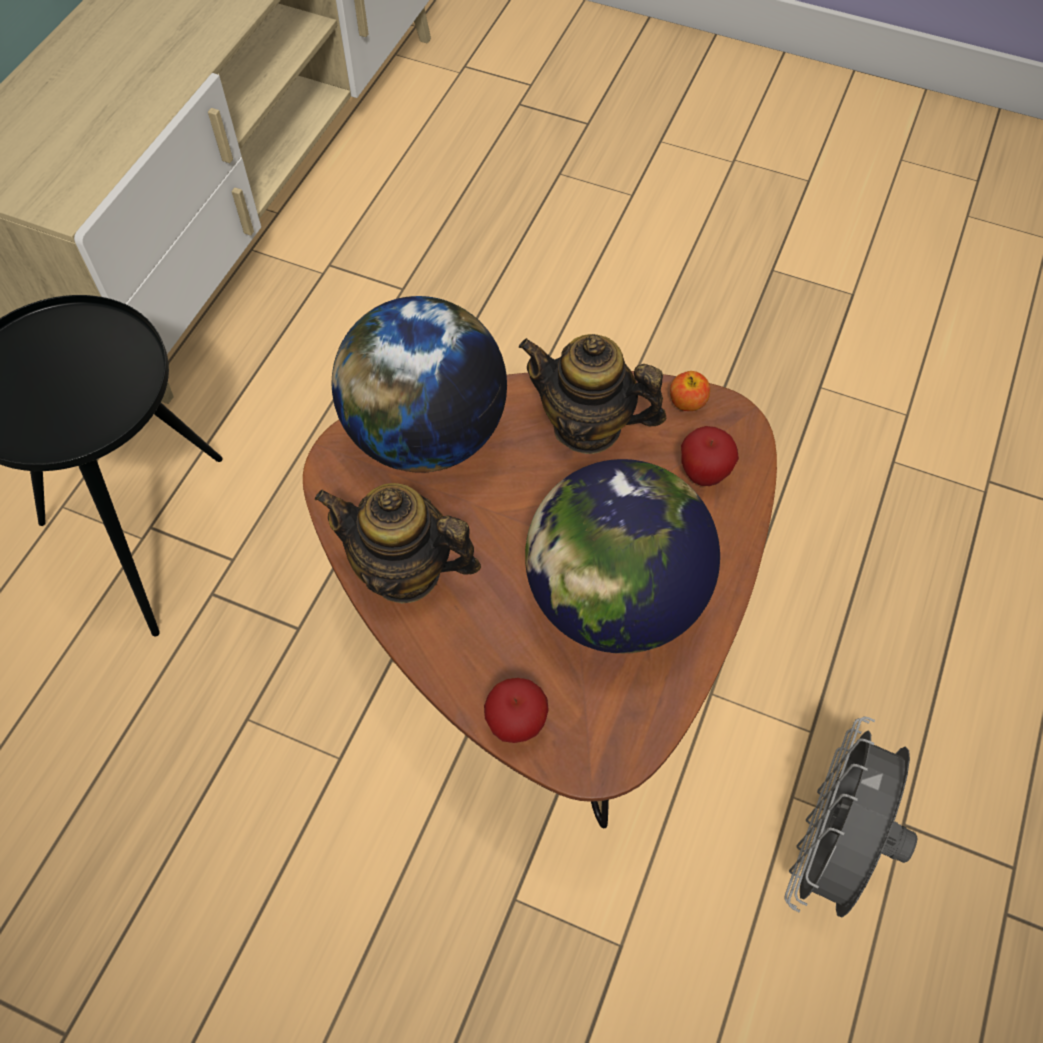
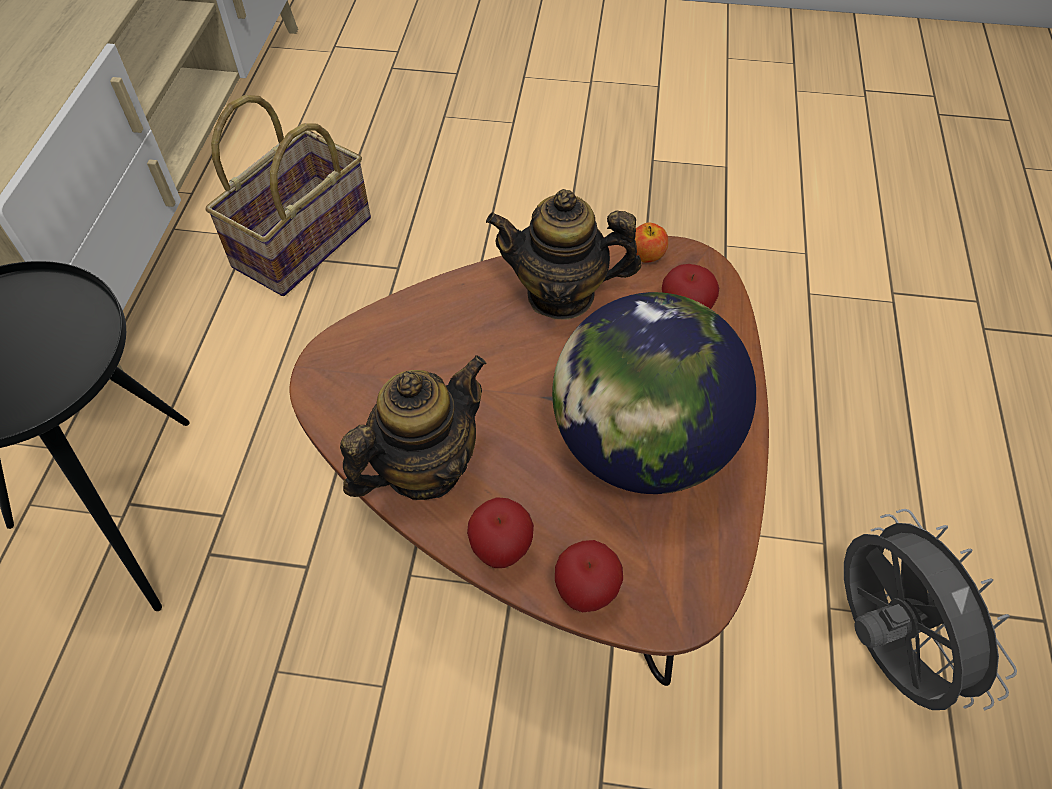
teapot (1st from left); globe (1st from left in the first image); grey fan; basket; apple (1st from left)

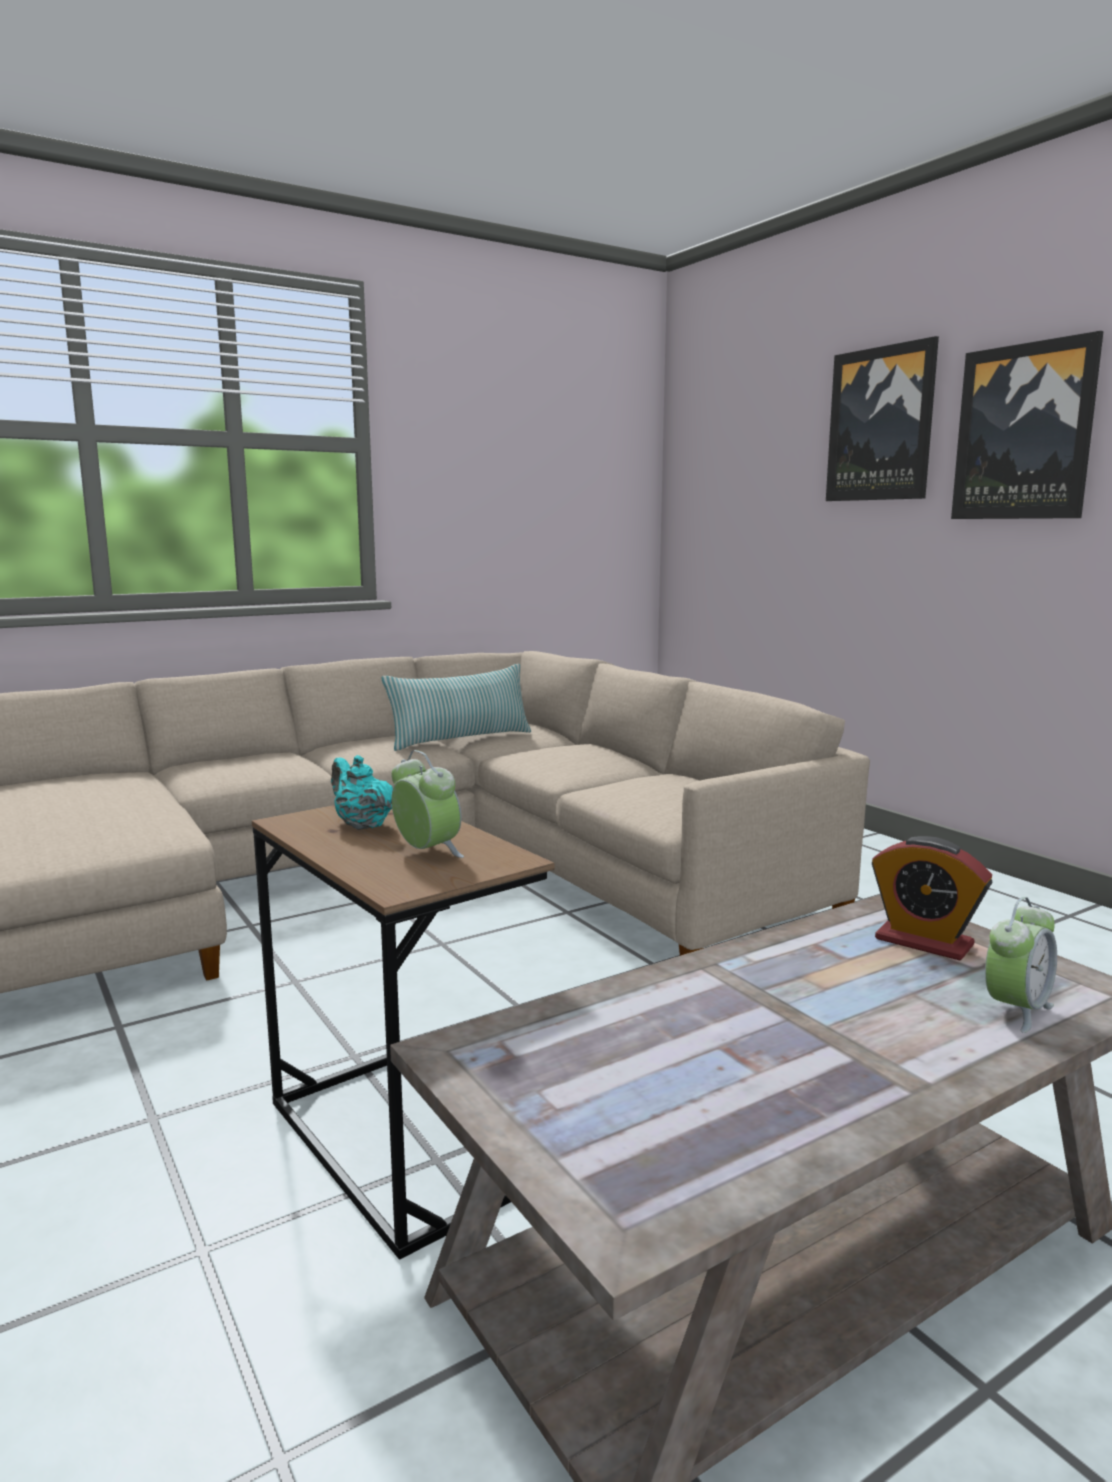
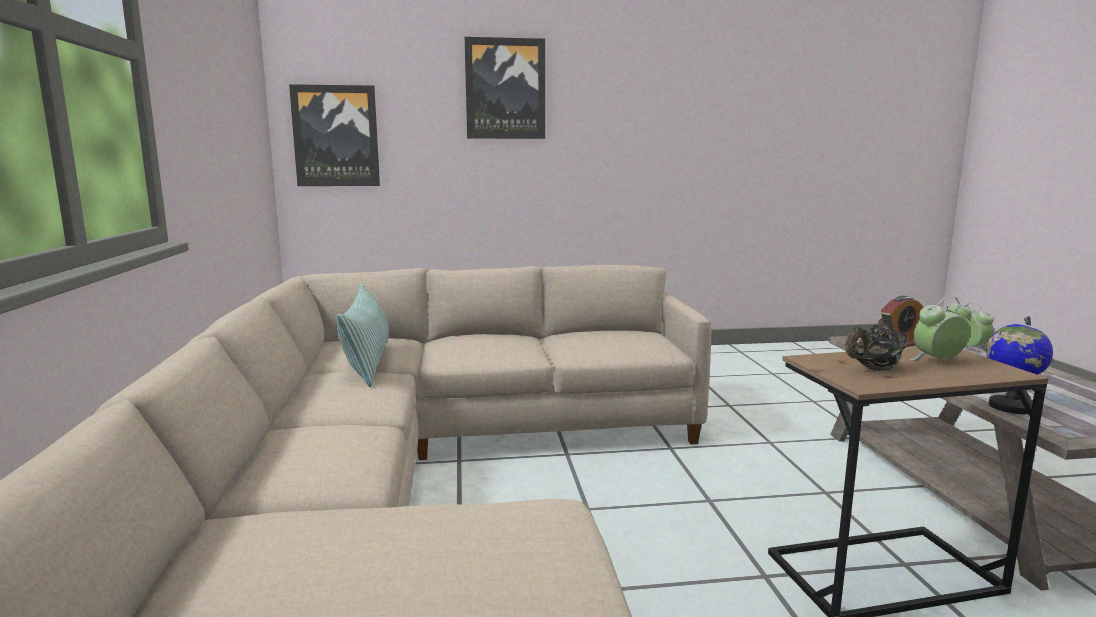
black teapot; picture (1st from left); globe

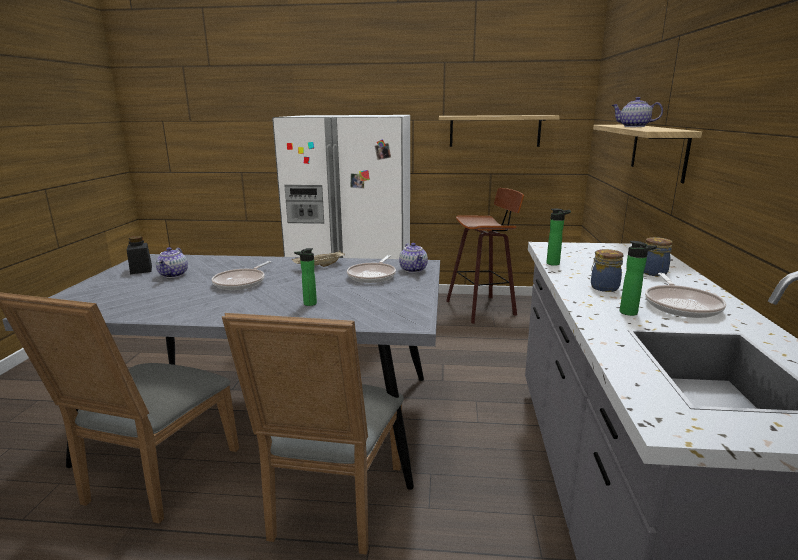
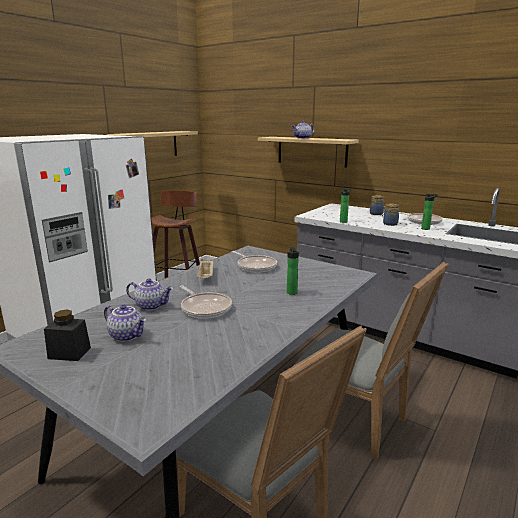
teapot (2nd from left)

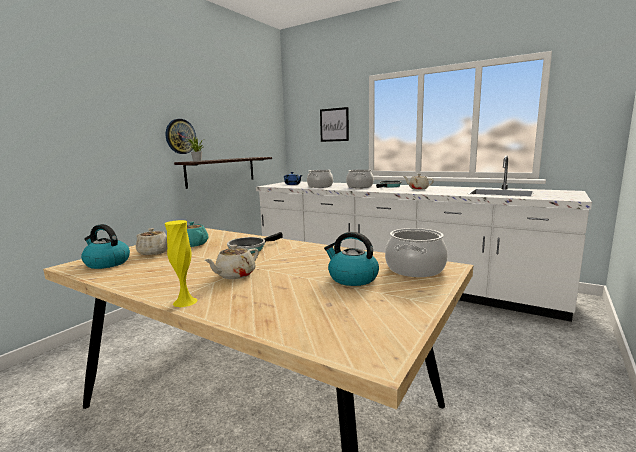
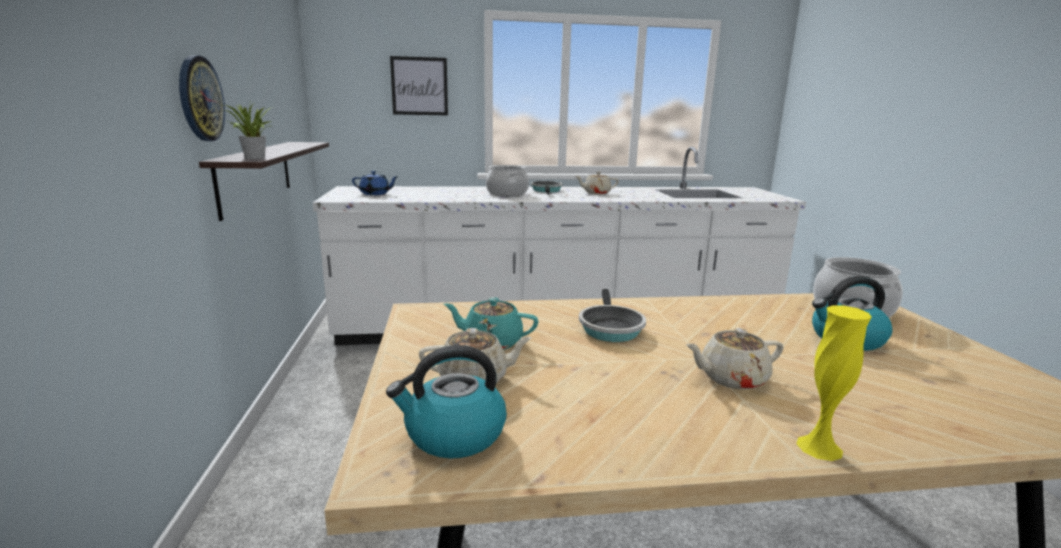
beige teapot (3rd from left); cooking pot (1st from left in the first image)

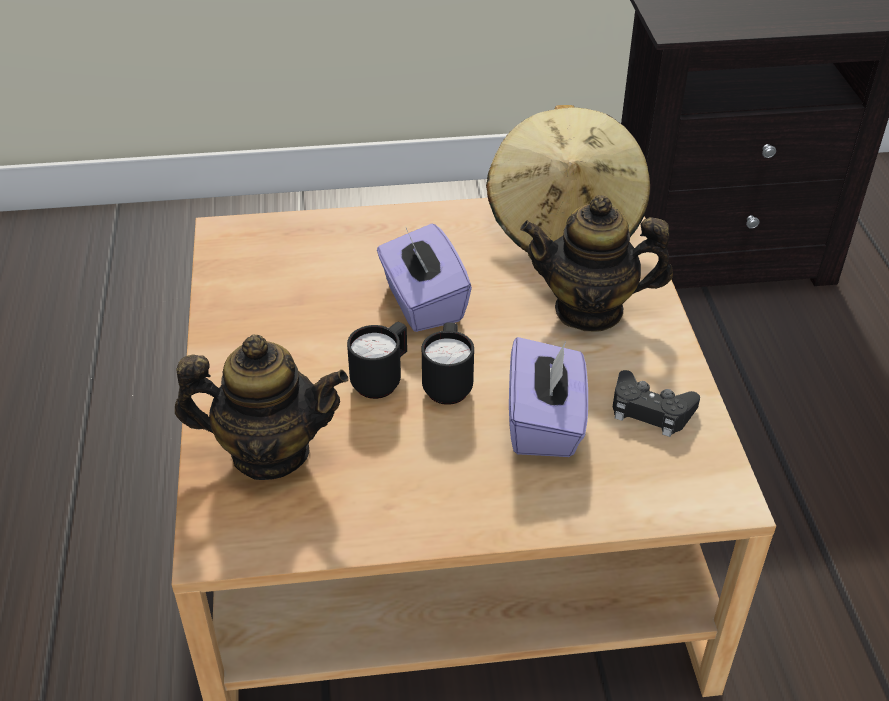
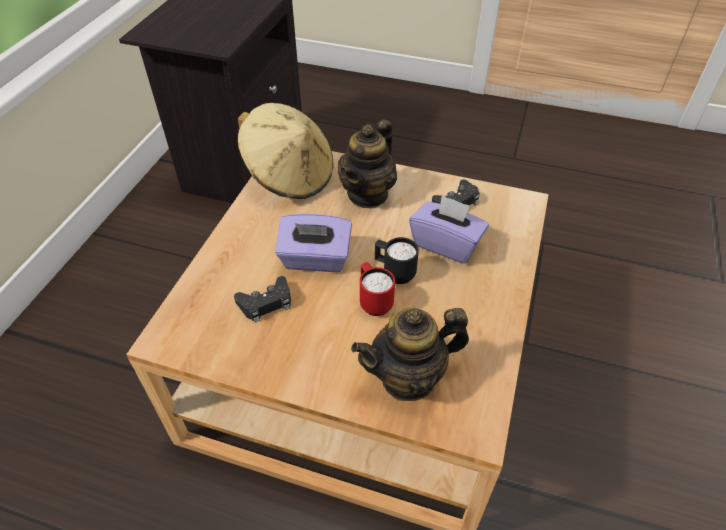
teapot (2nd from left); red mug; black game controller (1st from left)

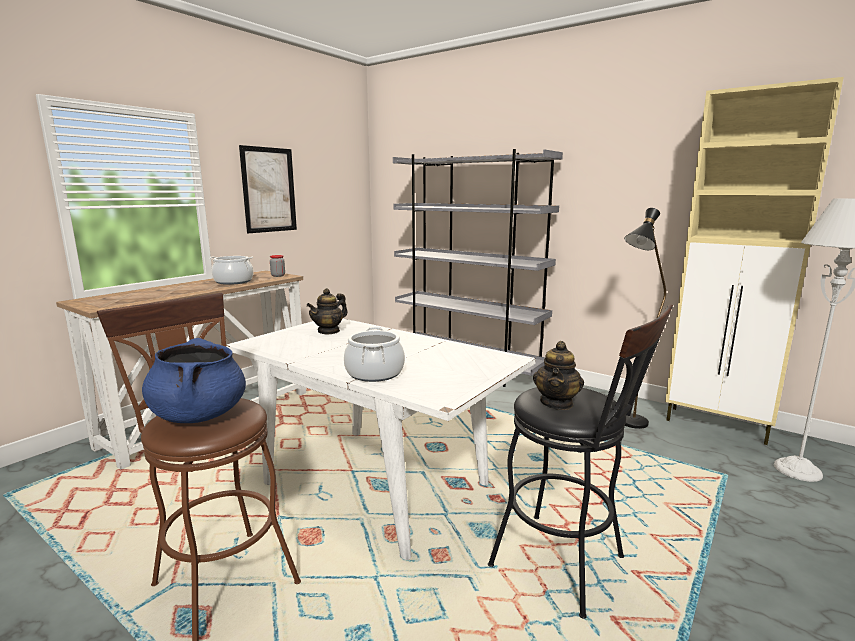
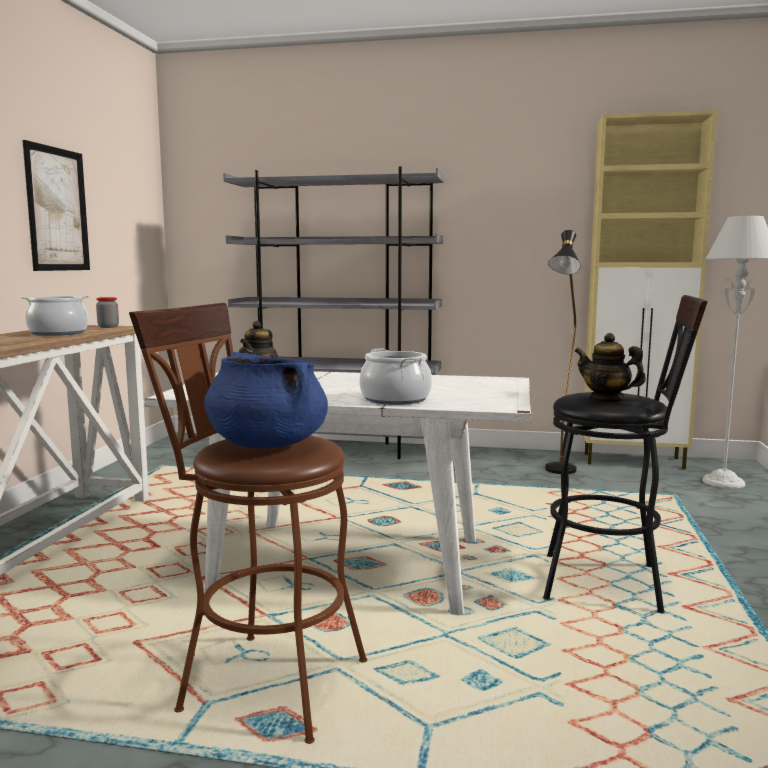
teapot (2nd from left)

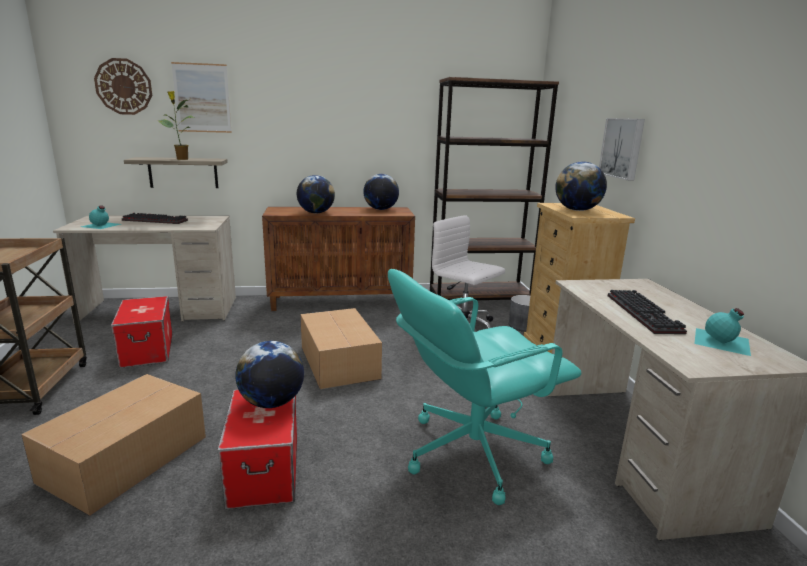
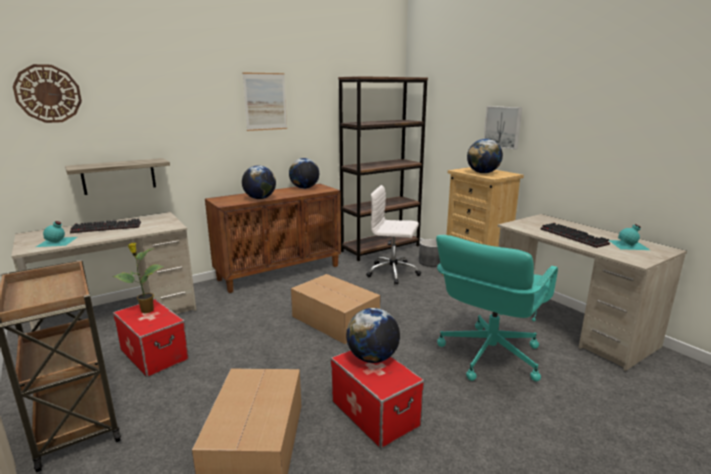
potted plant; picture (1st from left)

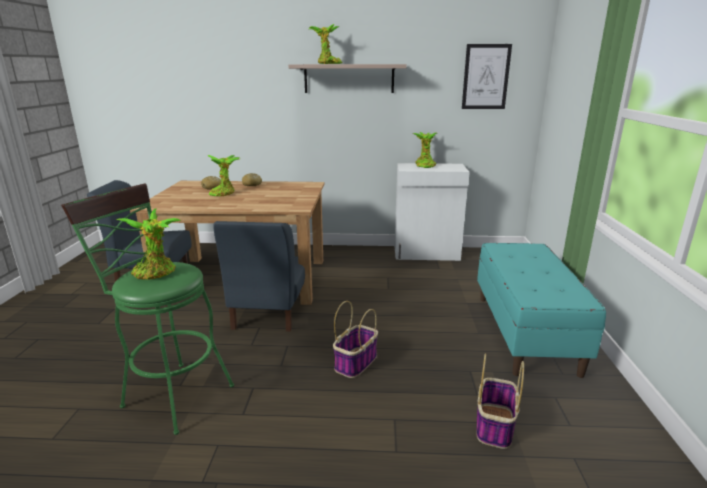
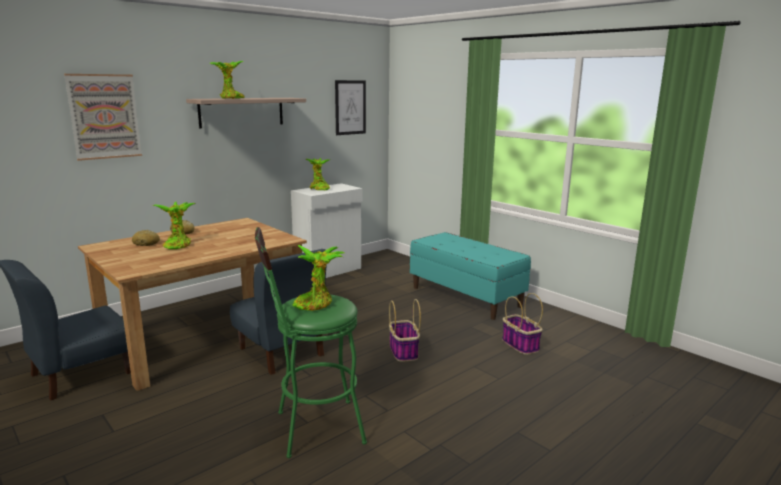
picture (1st from left)

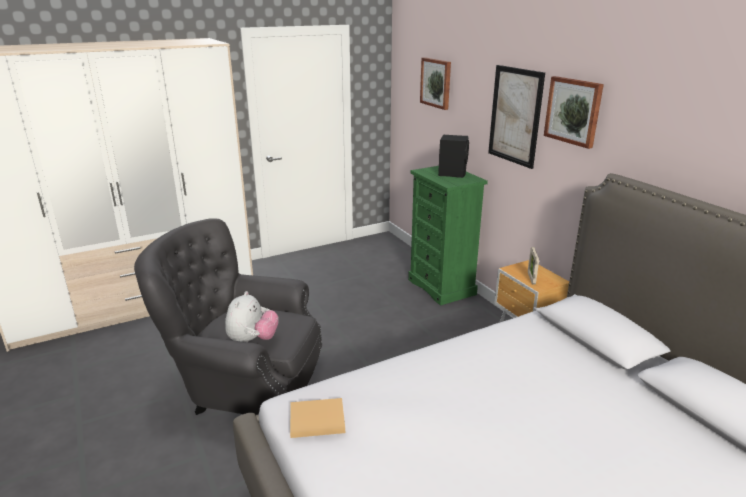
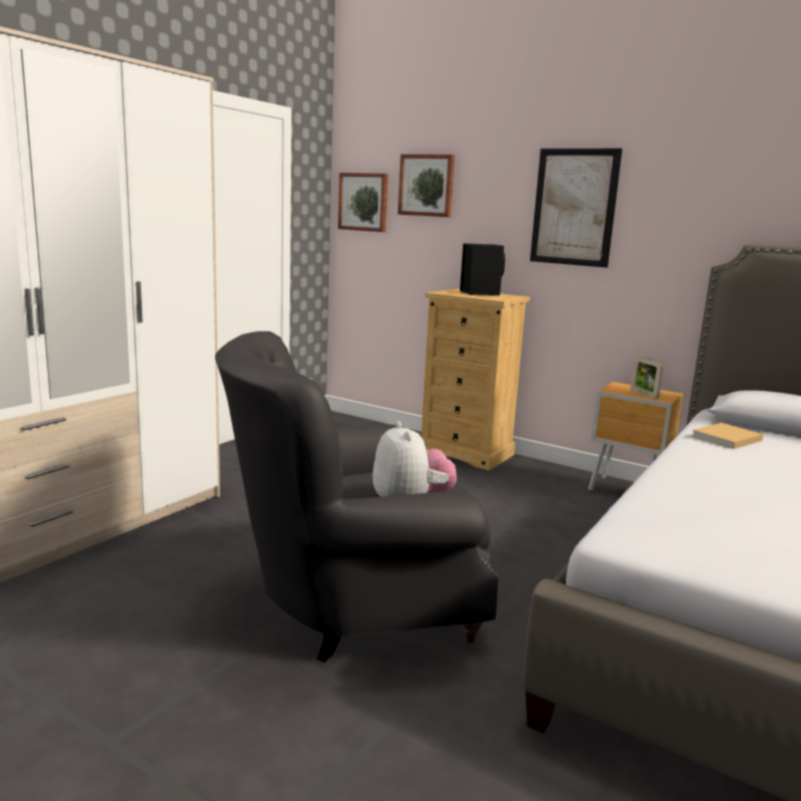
beige book; beige dresser; picture (1st from left)

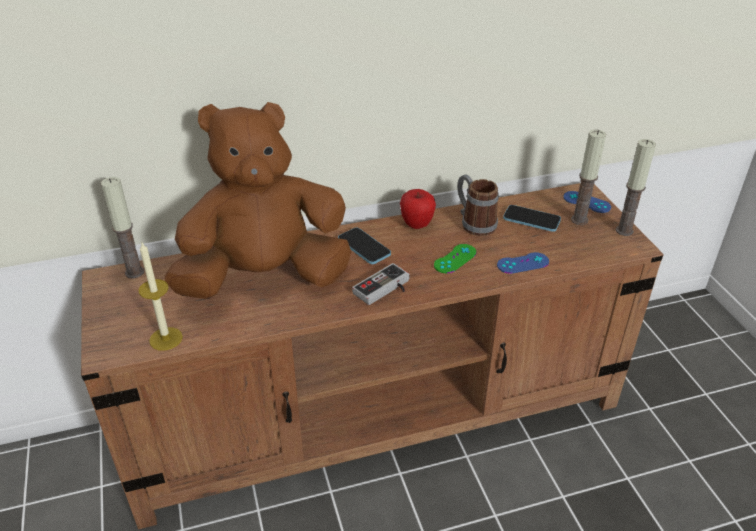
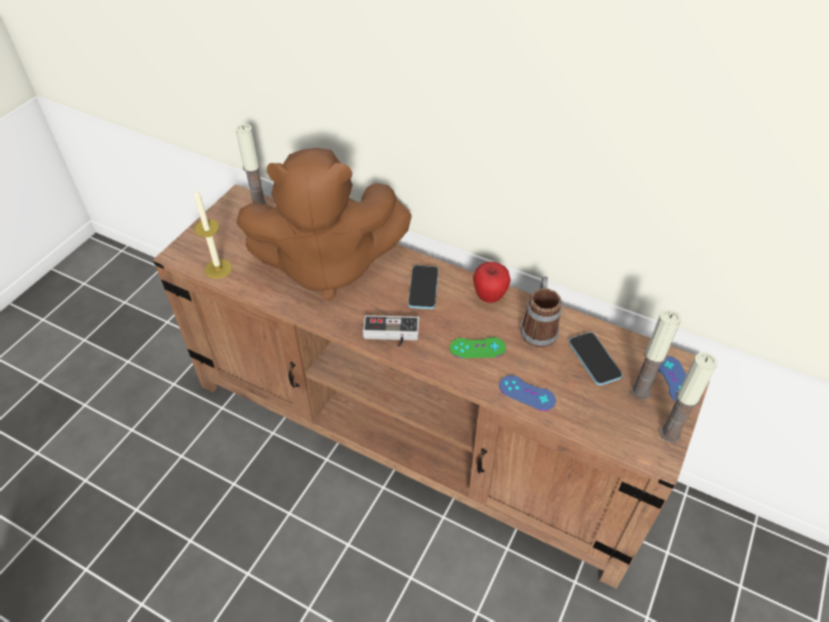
brown plush toy

